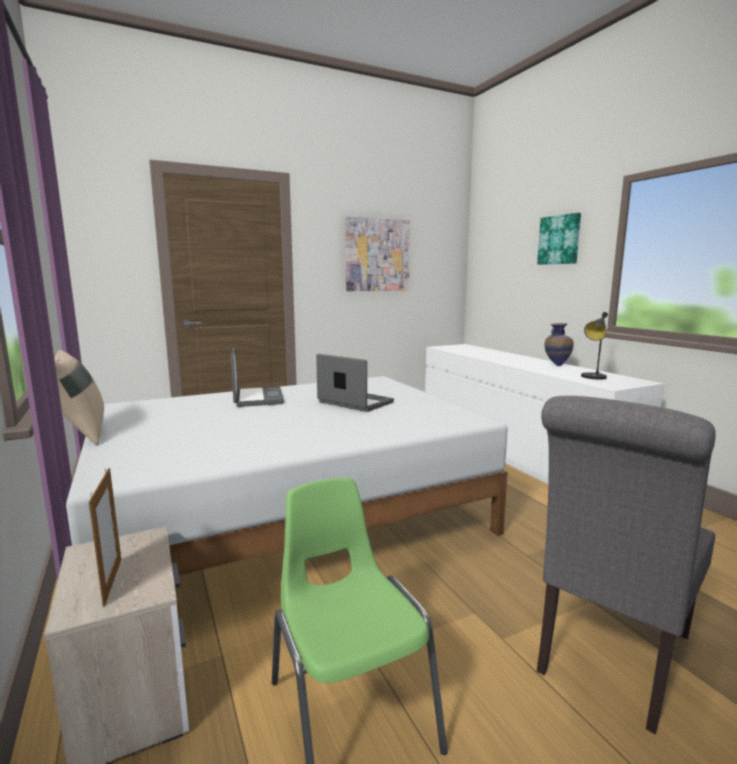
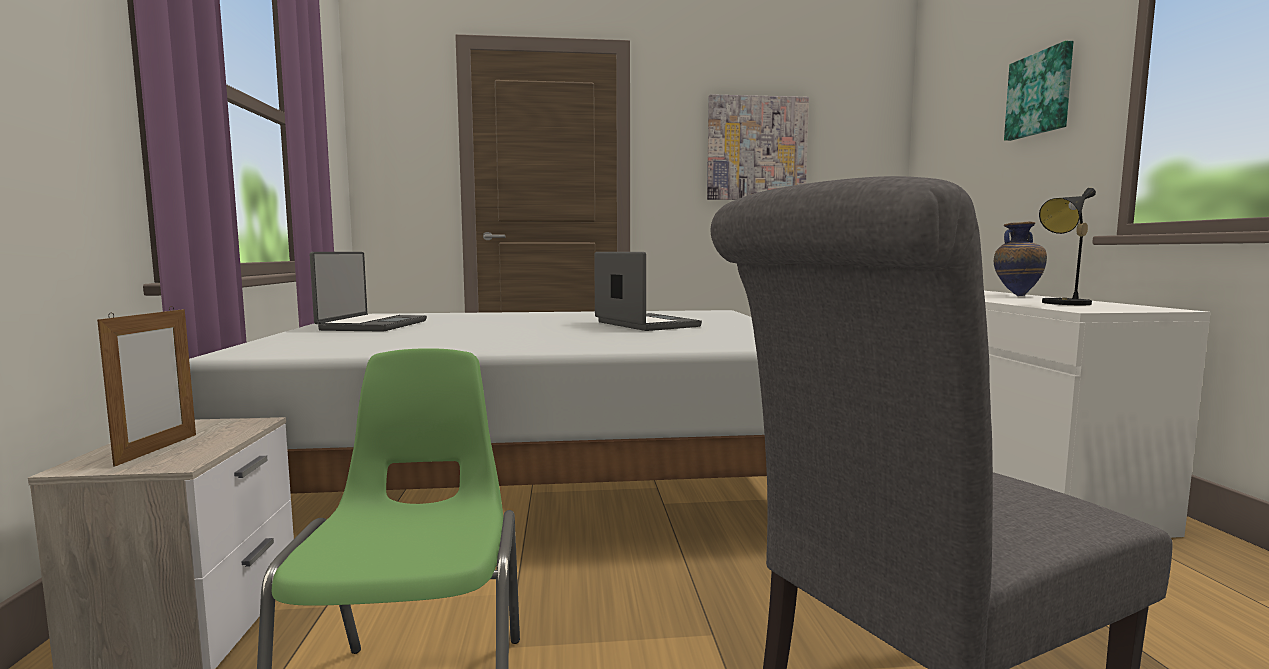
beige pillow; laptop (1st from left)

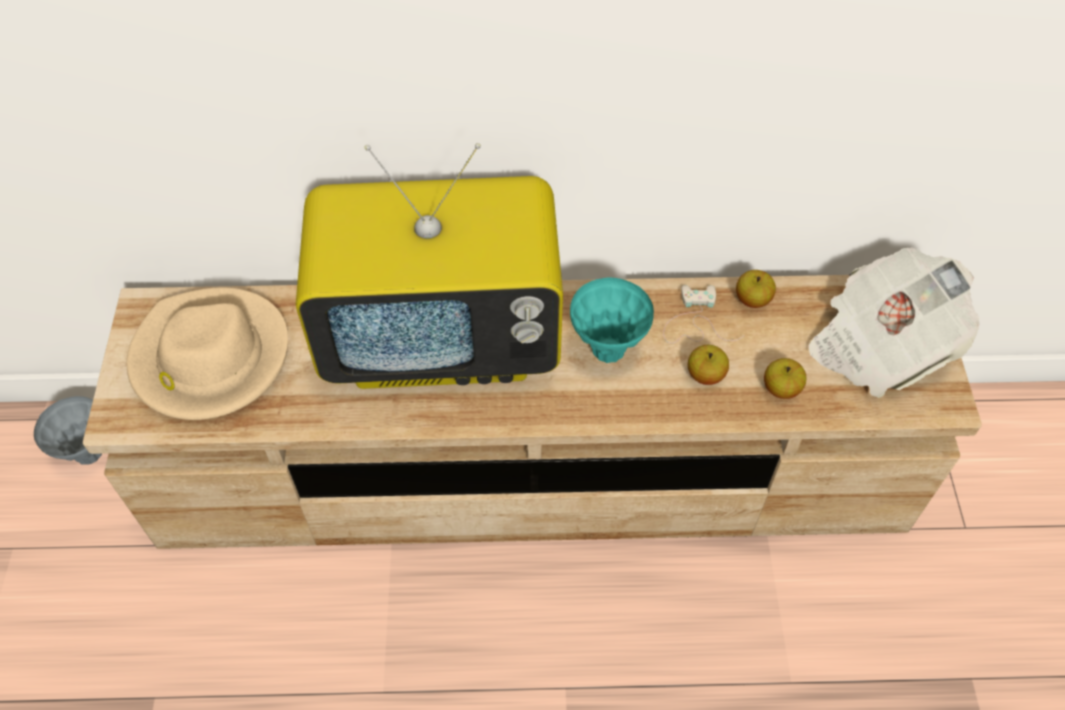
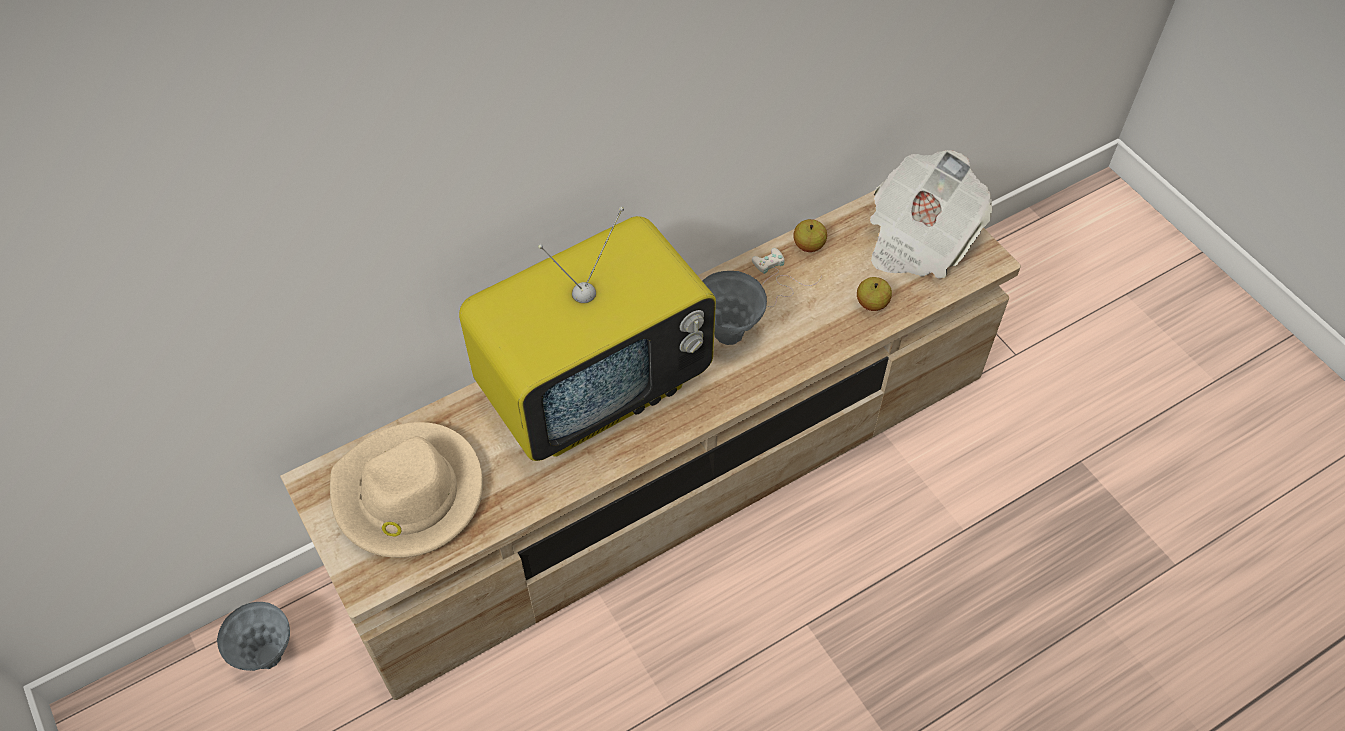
grey vase (2nd from left); apple (1st from left in the first image)

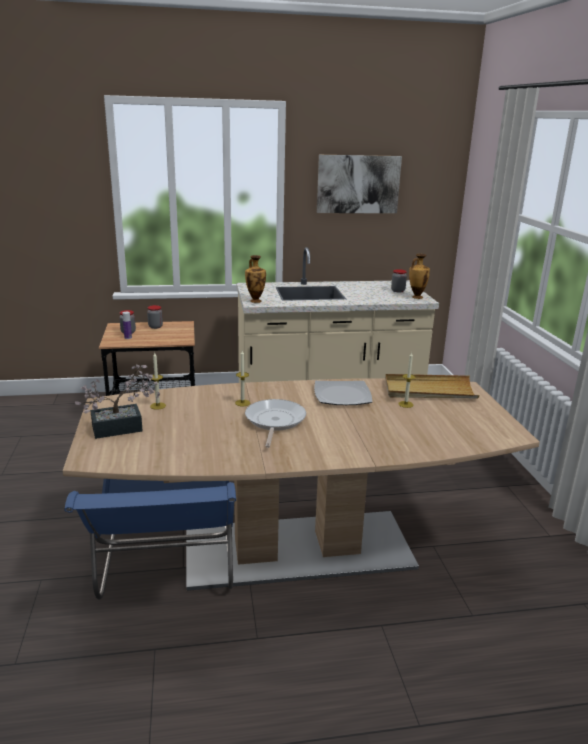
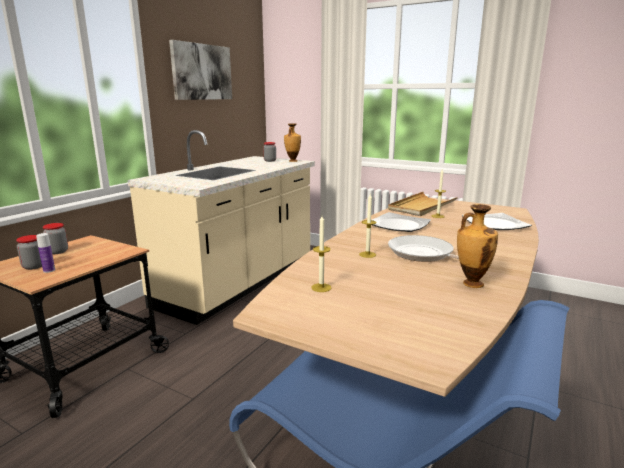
potted plant; vase (2nd from left); plate (2nd from left)

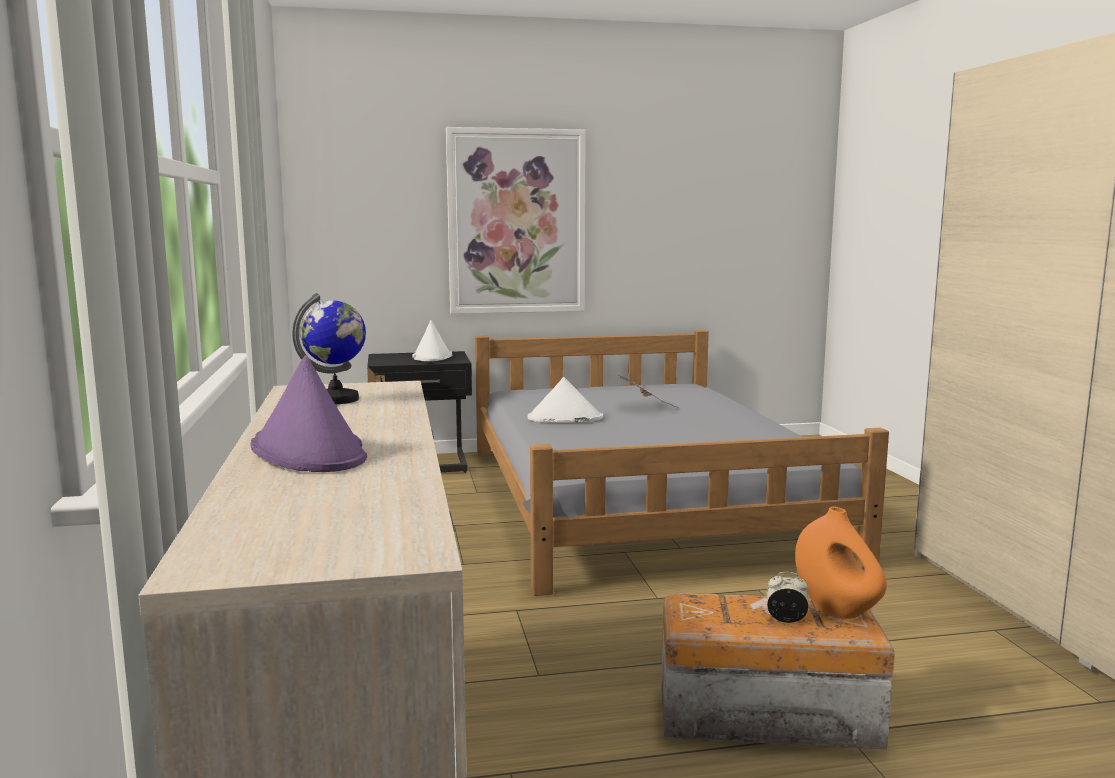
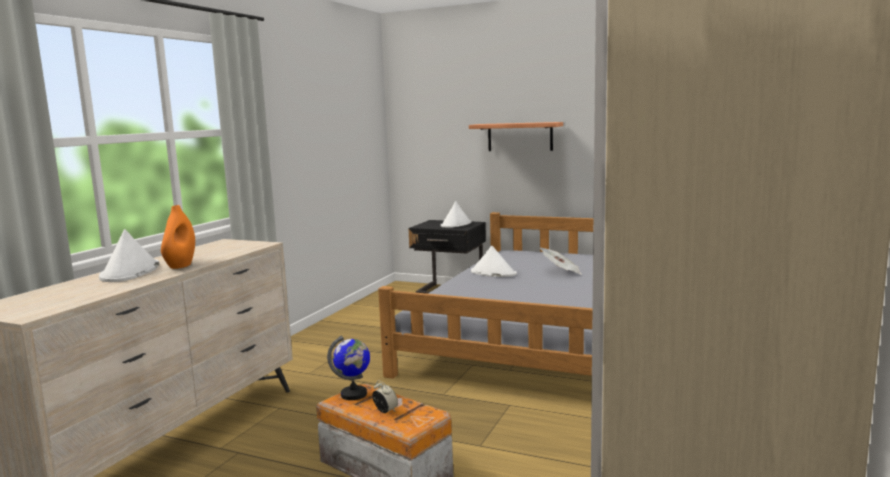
white hat (1st from left); globe; shelf; orange vase

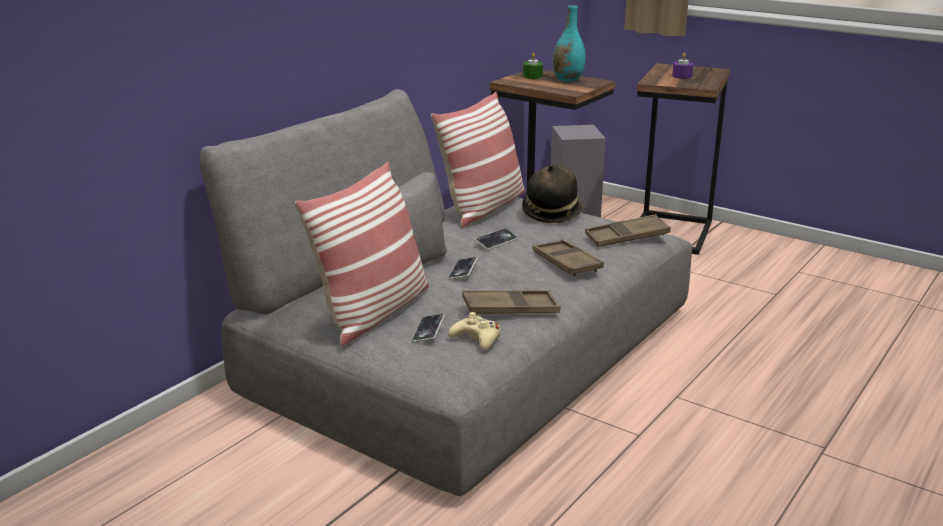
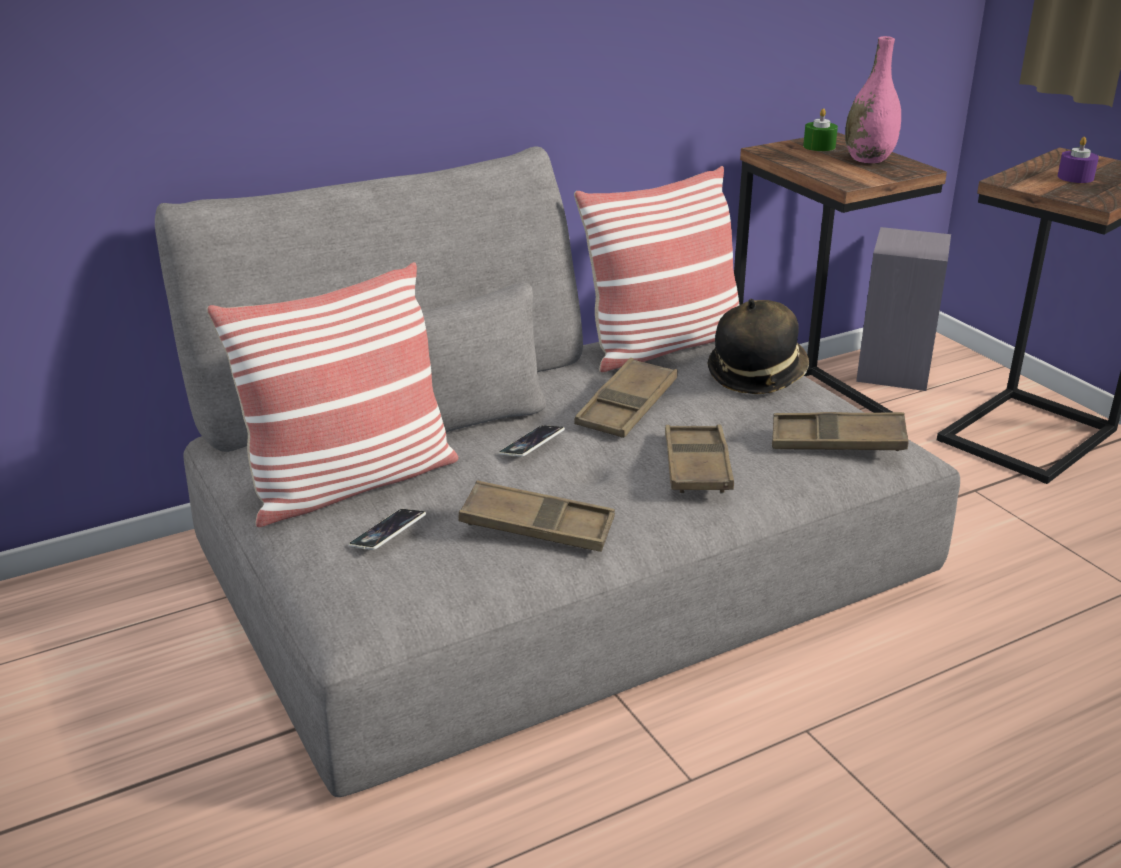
beige game controller; brown tray (2nd from left); pink vase

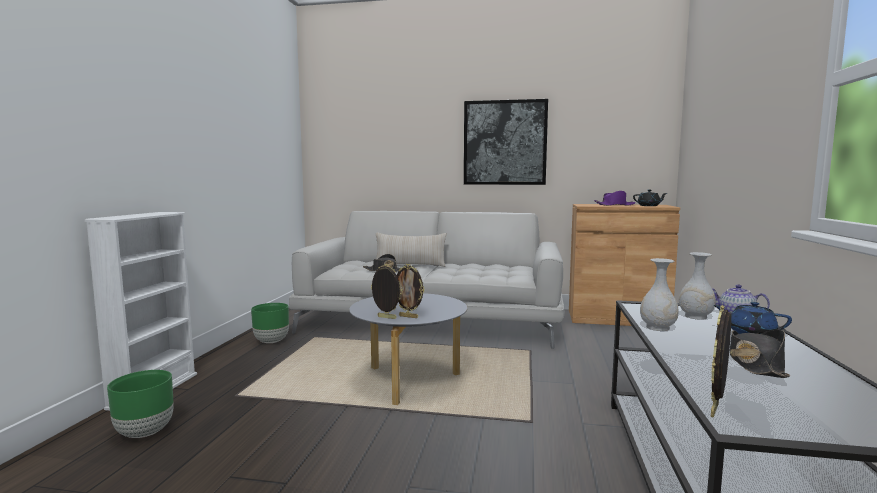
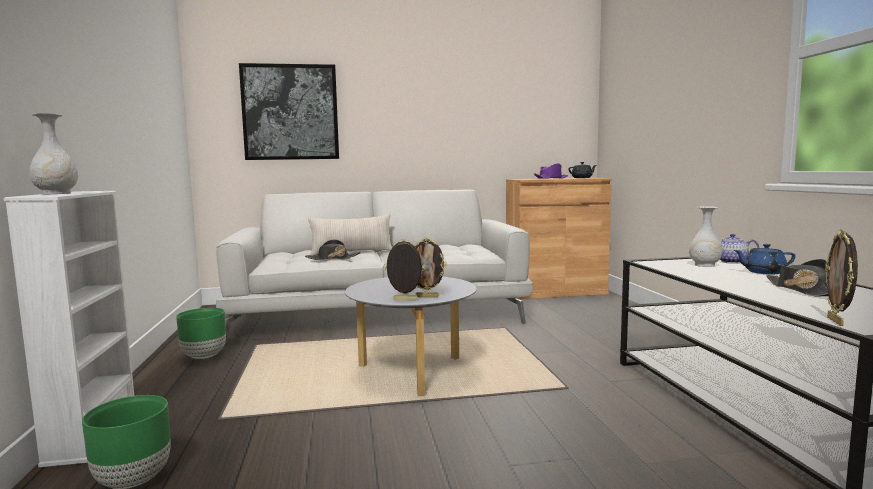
picture; white vase (1st from left)

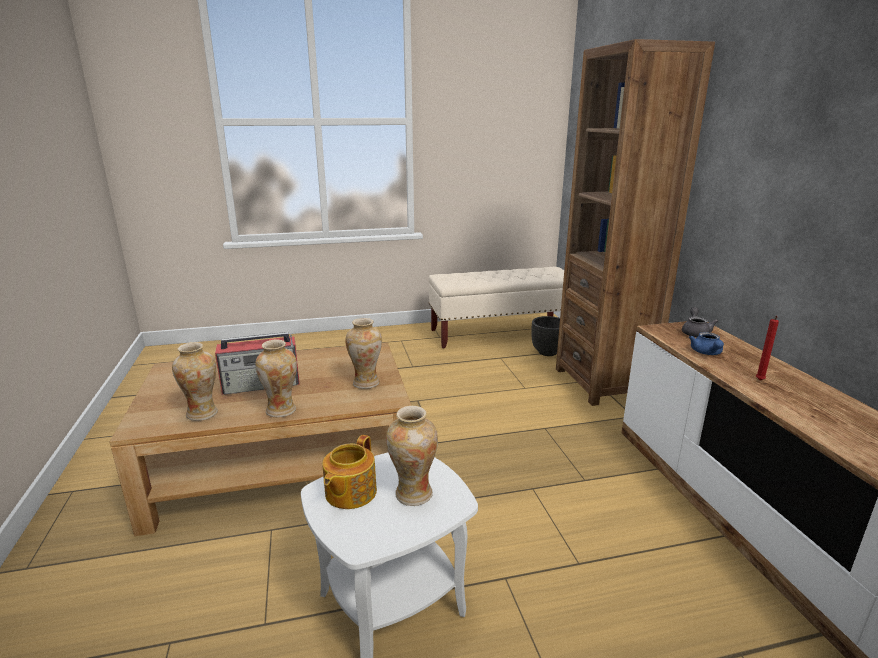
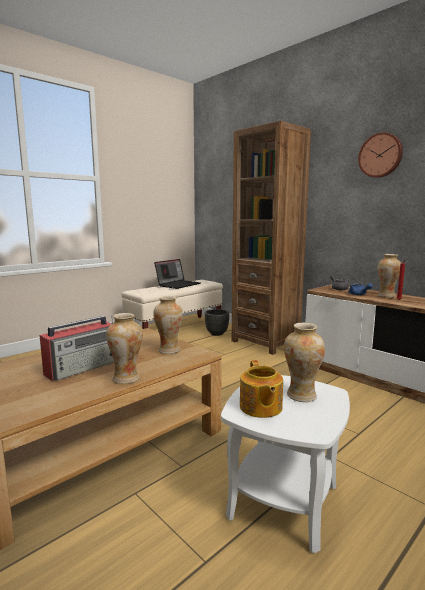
vase (4th from left); laptop; wall clock

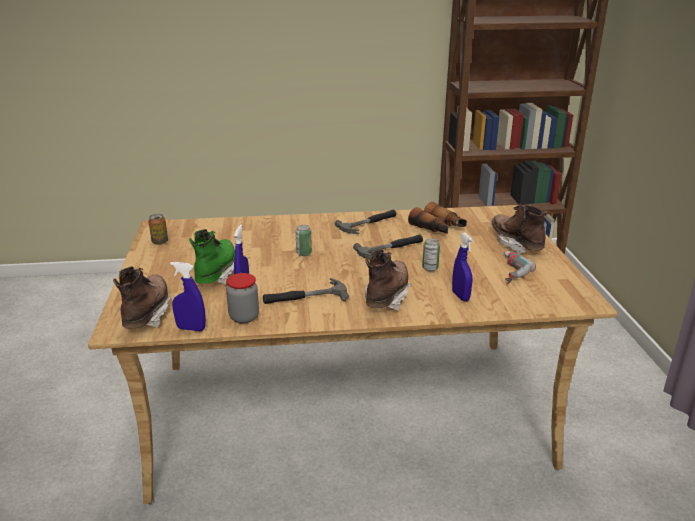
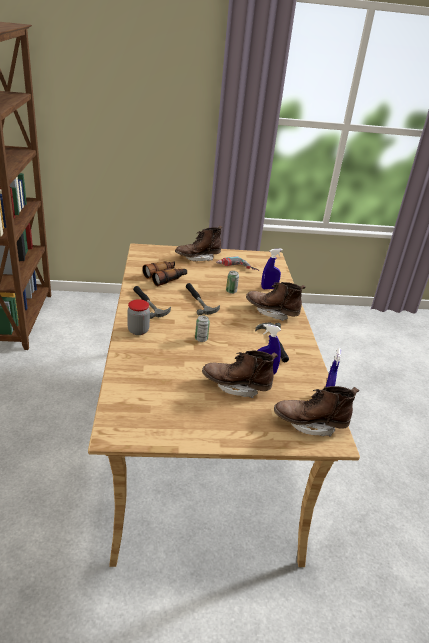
can (1st from left in the first image); brown boot (2nd from left); jar

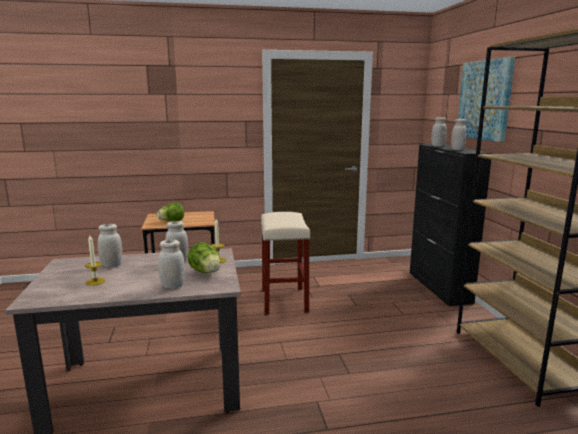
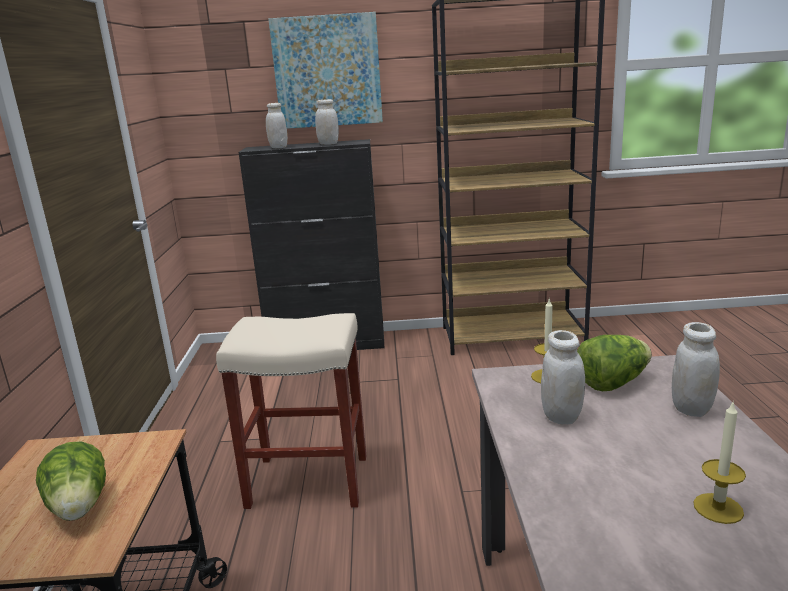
white jar (1st from left in the first image)

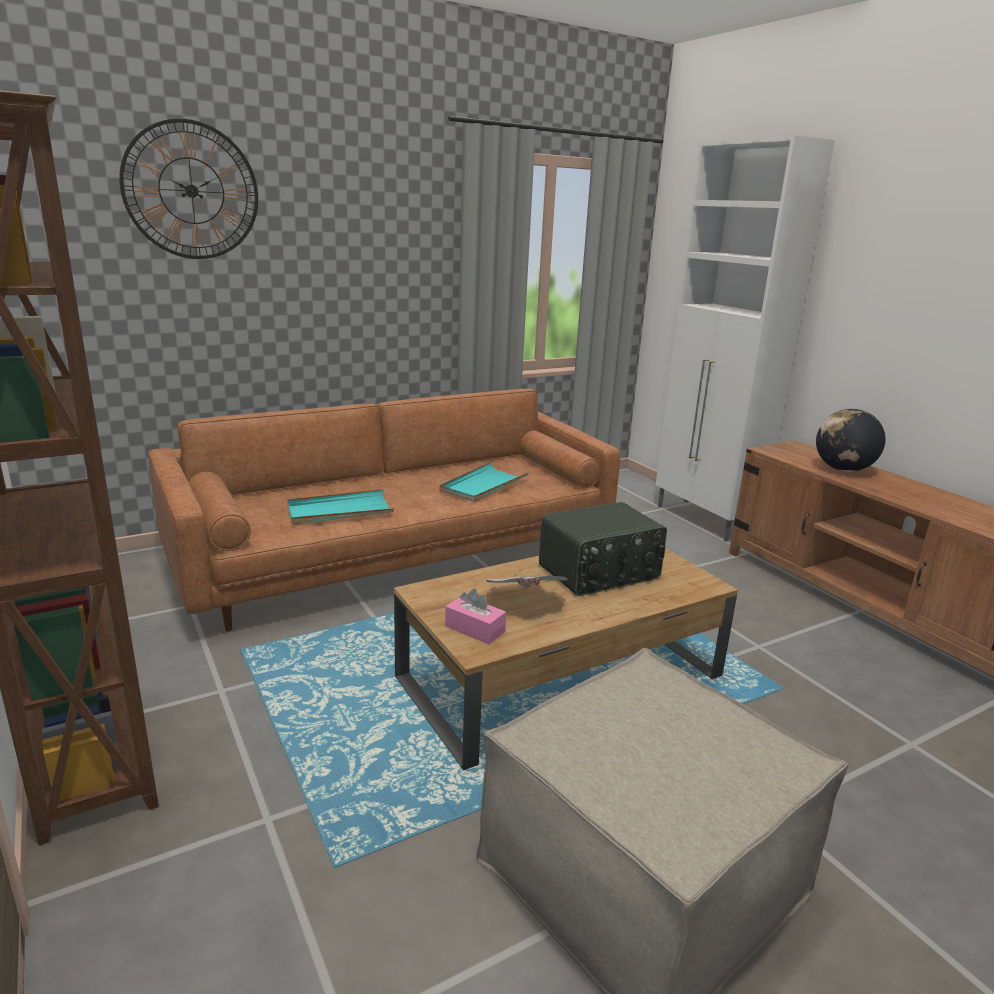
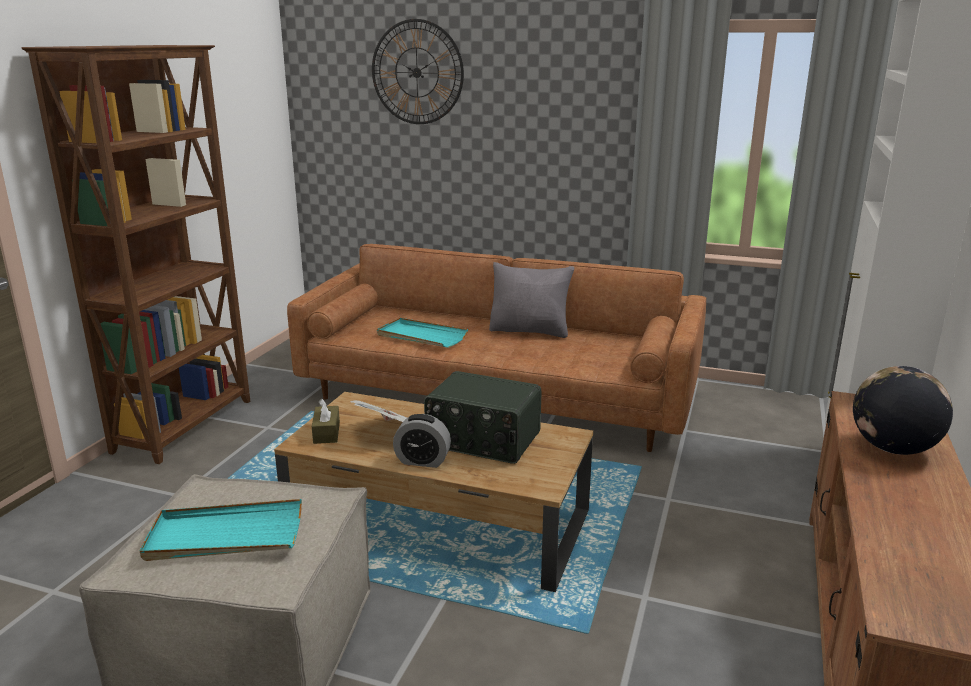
turquoise tray (1st from left); brown tissue box; alarm clock; grey pillow

